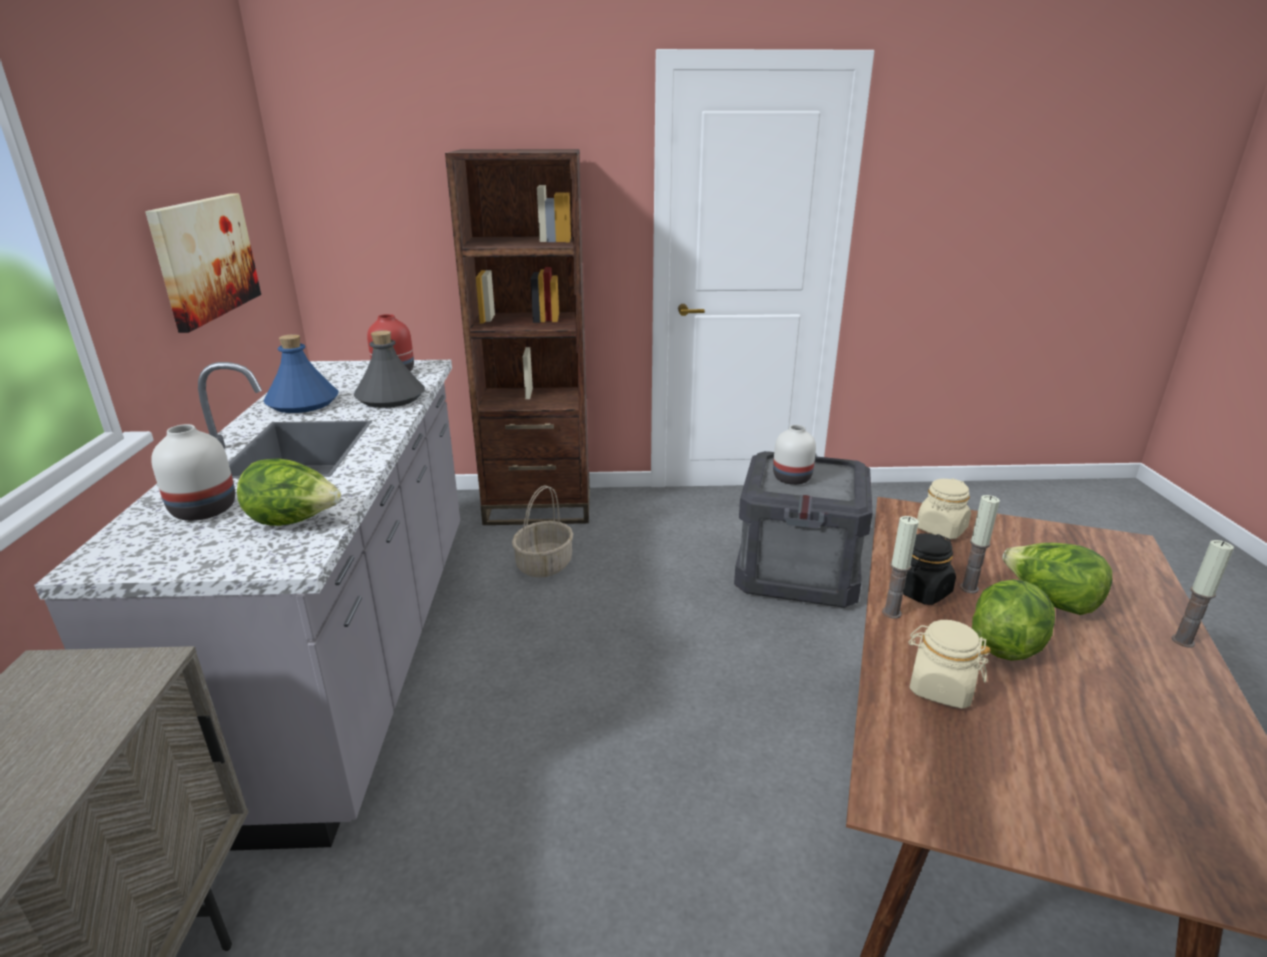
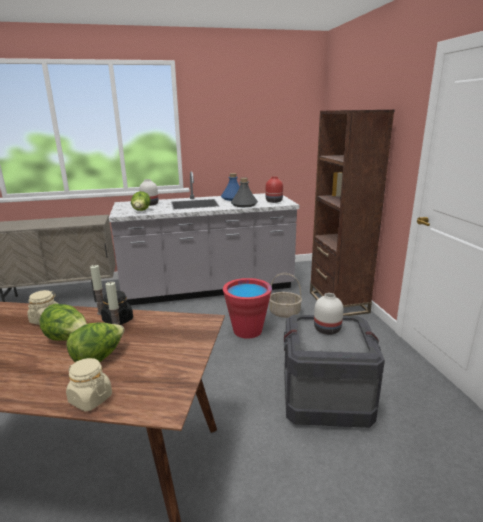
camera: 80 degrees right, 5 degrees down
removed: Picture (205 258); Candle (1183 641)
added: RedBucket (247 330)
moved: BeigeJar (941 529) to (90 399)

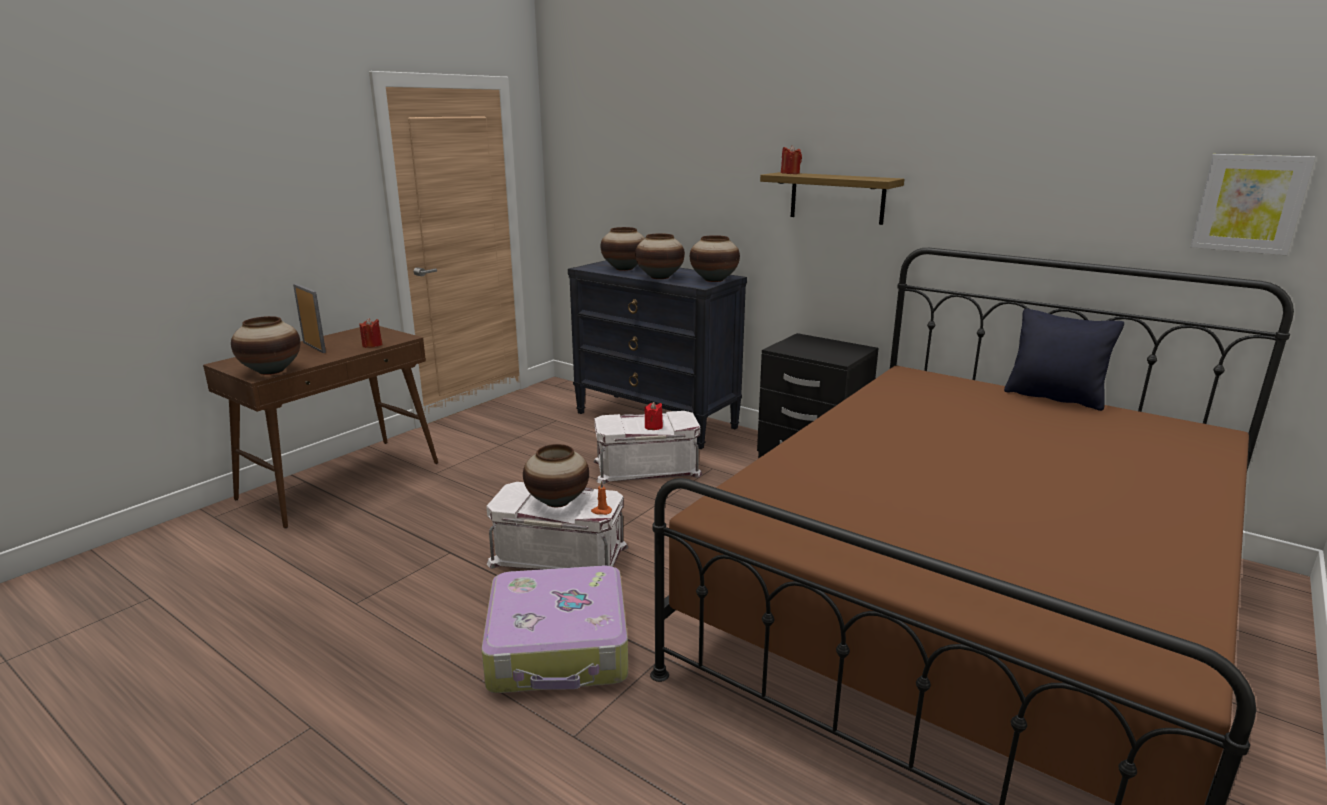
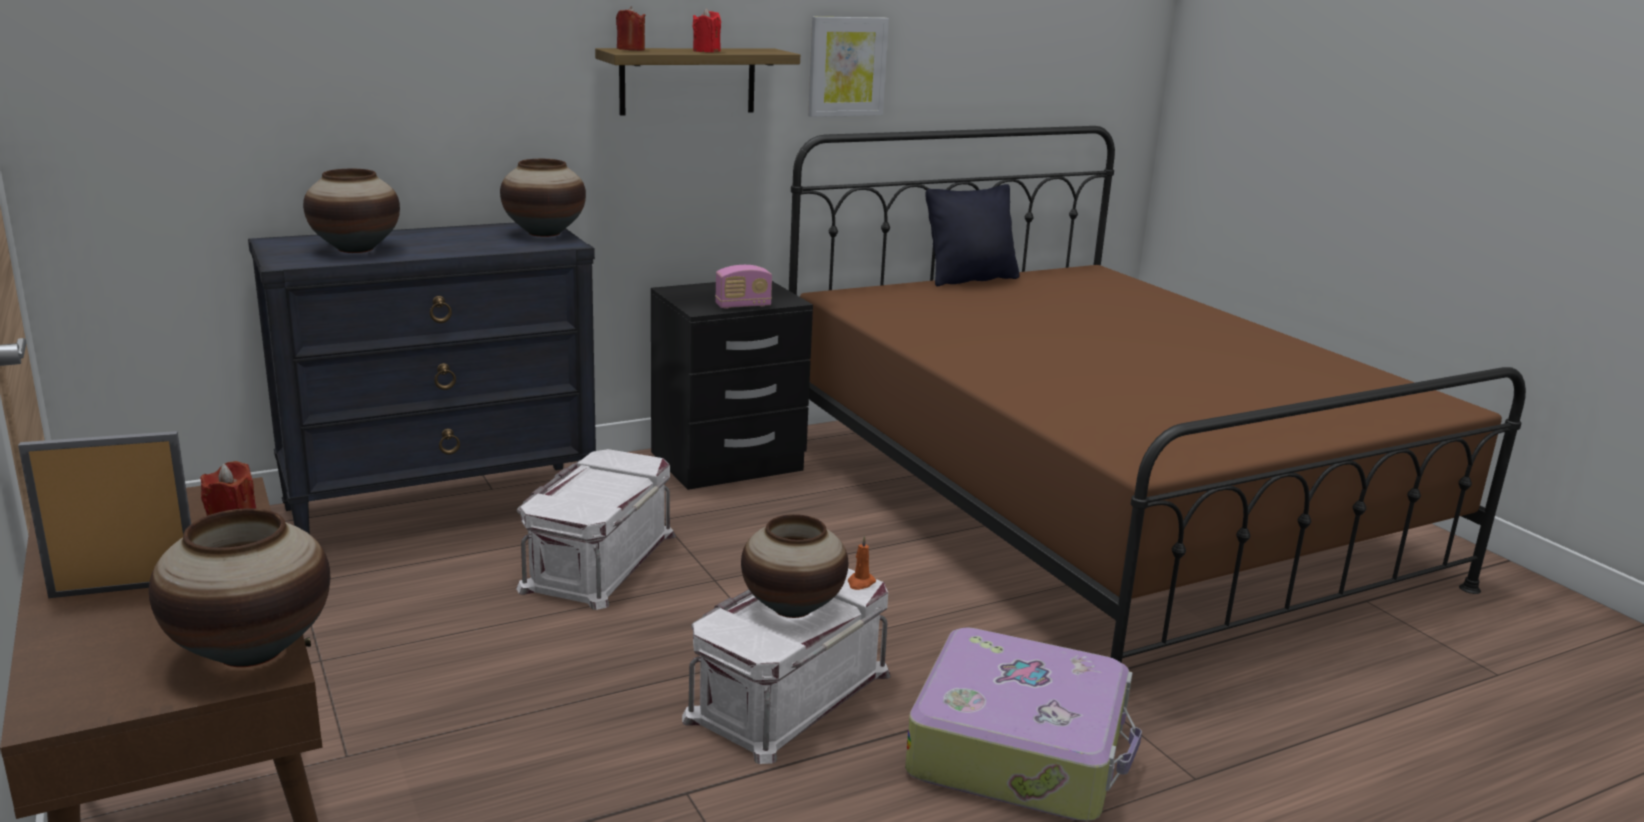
camera: 65 degrees left, 0 degrees up
removed: Vase (659 277)
added: Radio (743 306)
moved: RedCandle (653 427) to (706 51); Picture (1249 203) to (846 66)

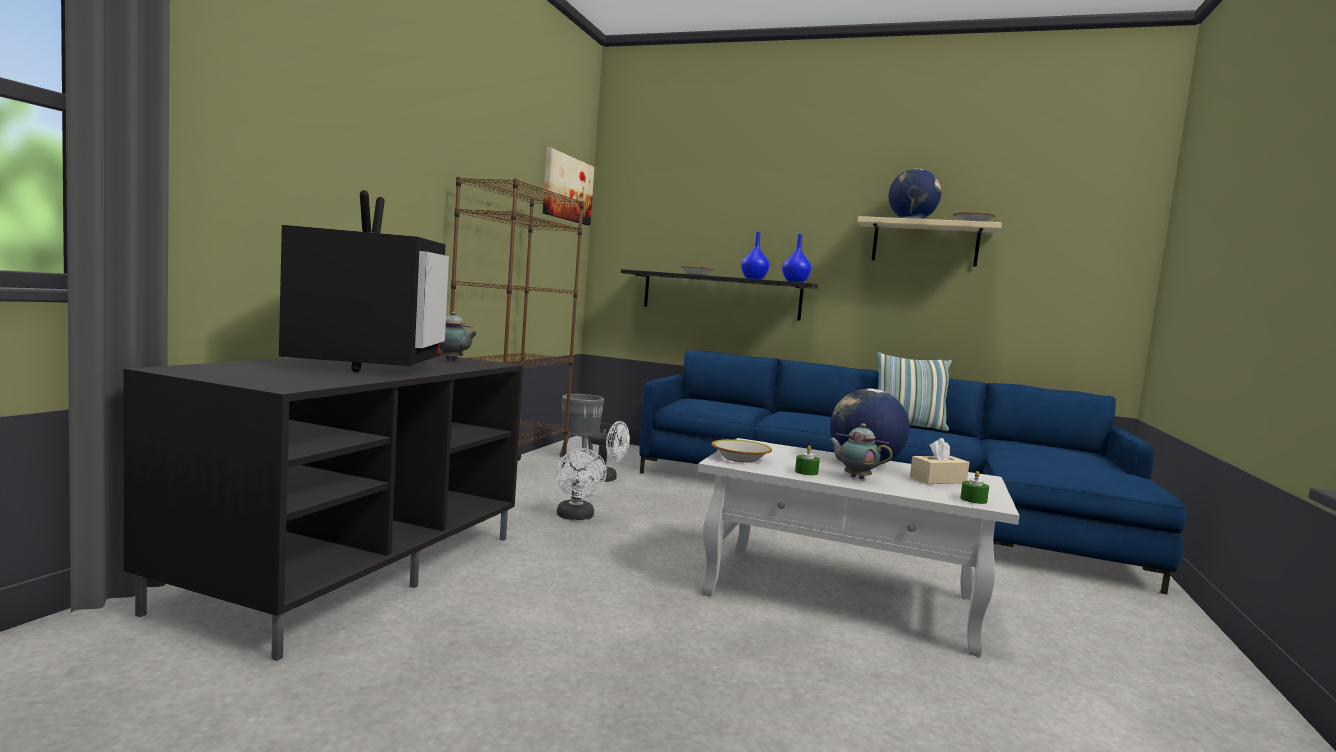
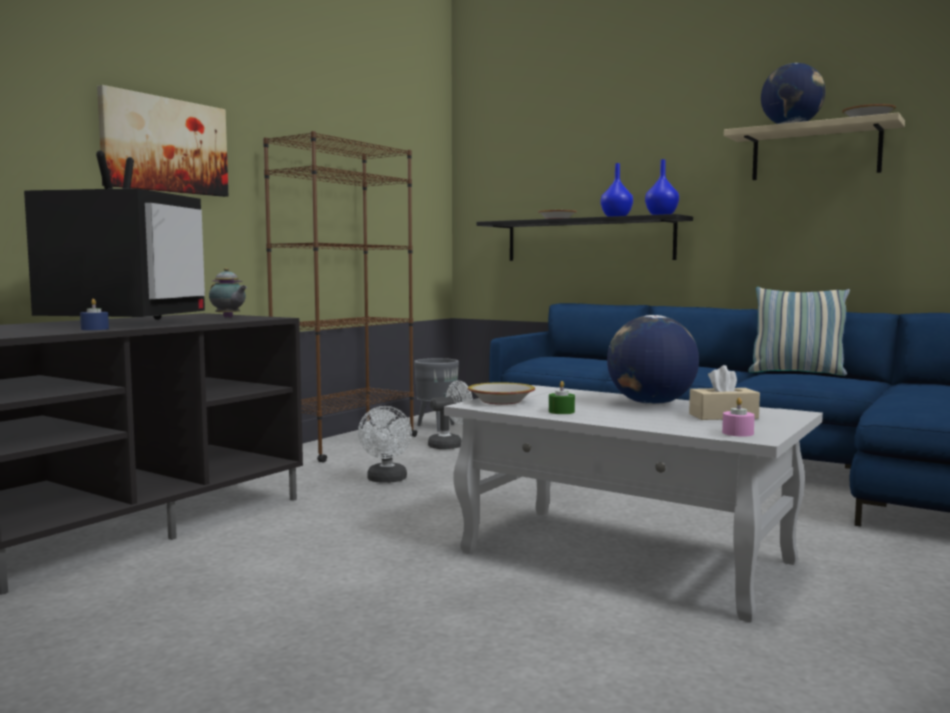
camera: 15 degrees right, 0 degrees up
removed: Teapot (855 477)
added: BlueCandle (95 329)
moved: Picture (567 188) to (165 145)
recoloured: GreenCandle (973 500) to PinkCandle (737 433)
turned: WhiteFan (606 479) = (450 445) 60 degrees counterclockwise

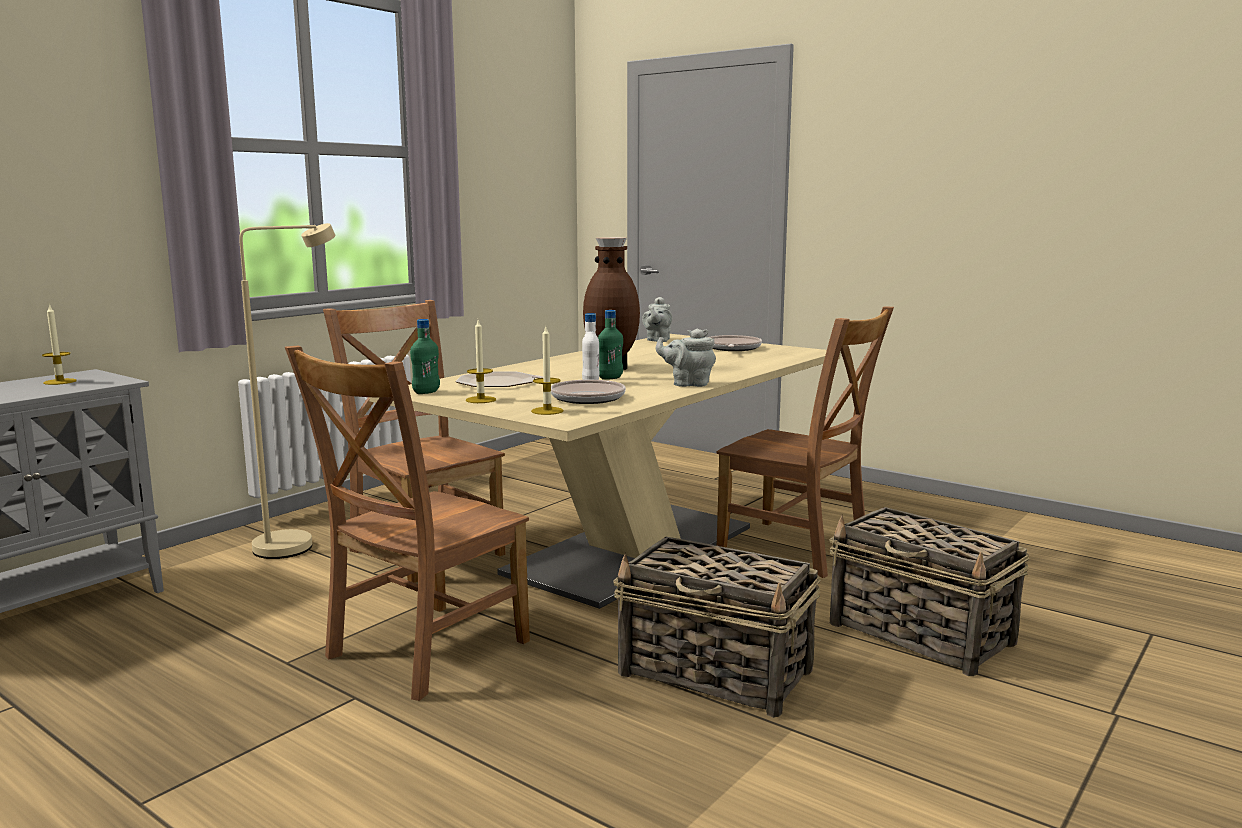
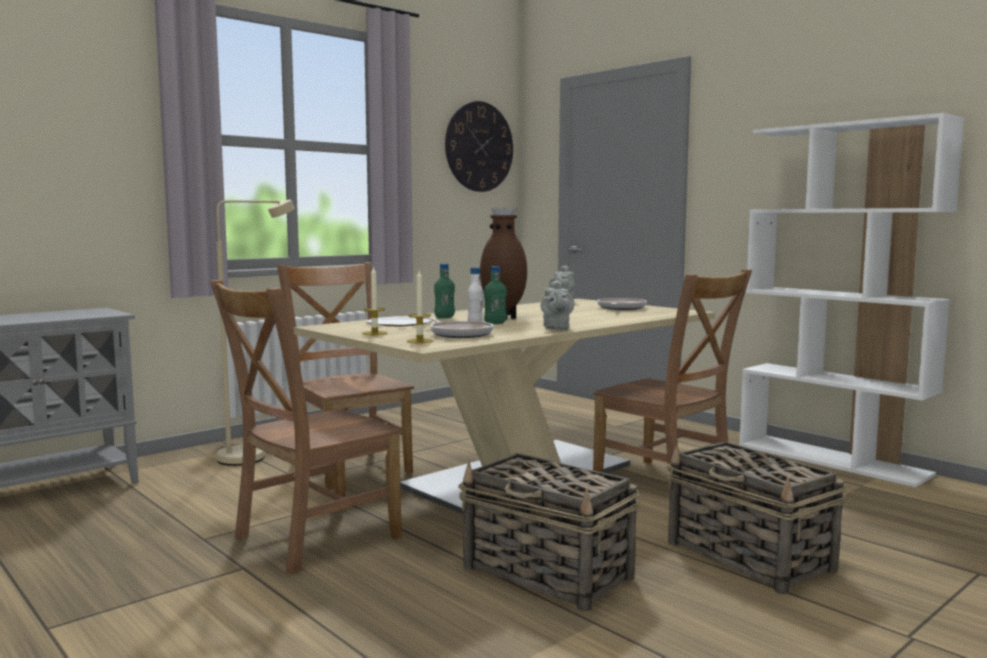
camera: 10 degrees right, 5 degrees down
removed: Candle (60 382)
added: WallClock (479 147); WhiteBookcase (833 460)
moved: GreenBottle (426 392) to (444 317)
turned: GreyTeapot (688 384) = (556 328) 105 degrees counterclockwise

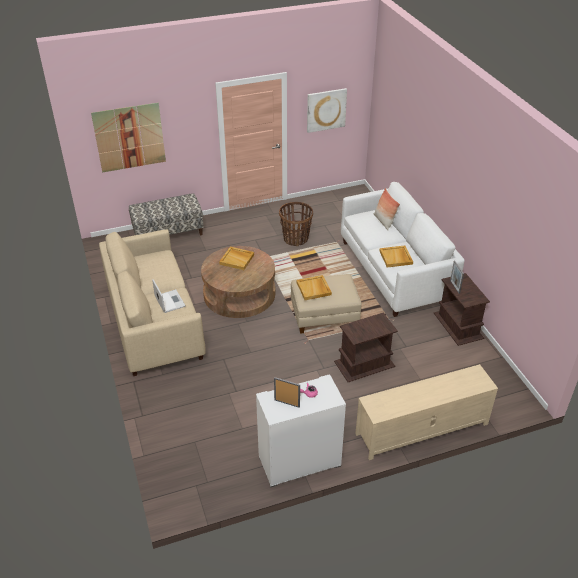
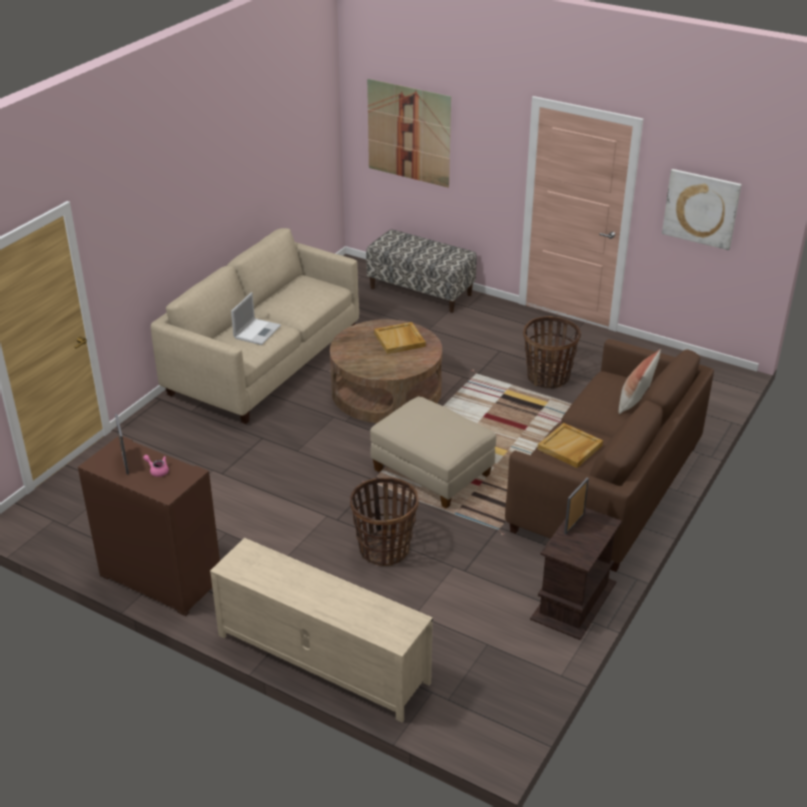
camera: 50 degrees right, 5 degrees down
removed: BeigeTray (314 289)
replaced: BrownSideTable (364 364) to Basket (384 549)
recoloured: WhiteCabinet (299 462) to BrownCabinet (159 578); WhiteSofa (395 271) to BrownSofa (607 488)

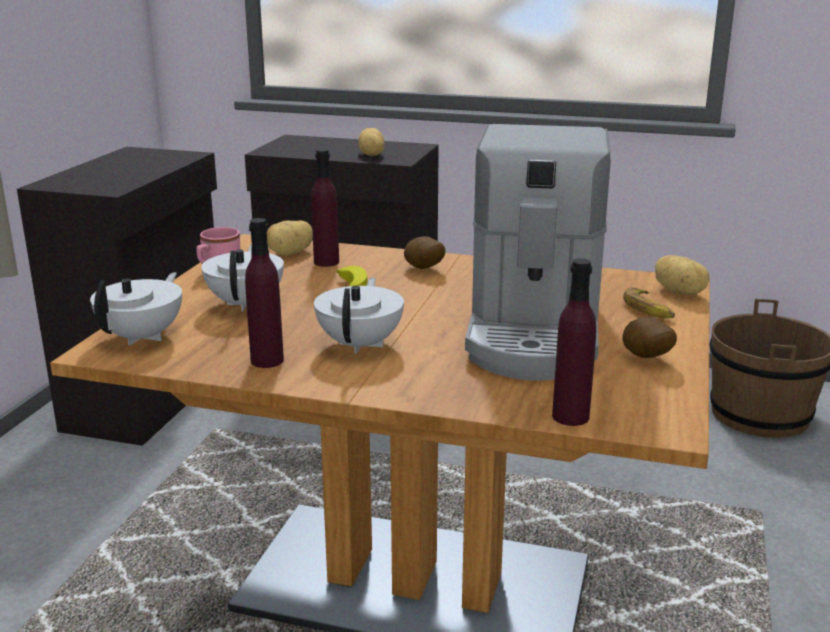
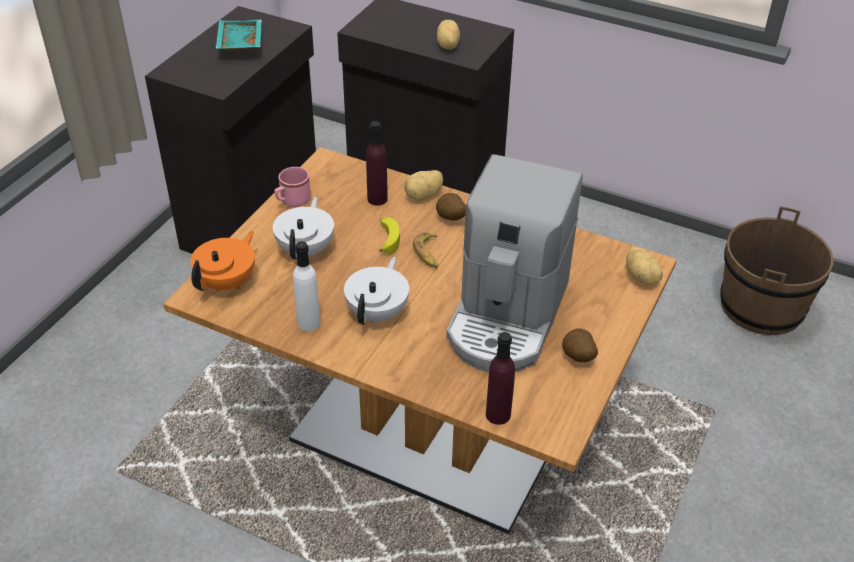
camera: 10 degrees right, 20 degrees up
added: TurquoiseTray (238 43)
moved: Potato (291 253) to (424 196); Banana (649 309) to (428 254)
recoloured: WhiteTeapot (143 336) to OrangeTeapot (227 282); PurpleBottle (267 360) to WhiteBottle (308 323)

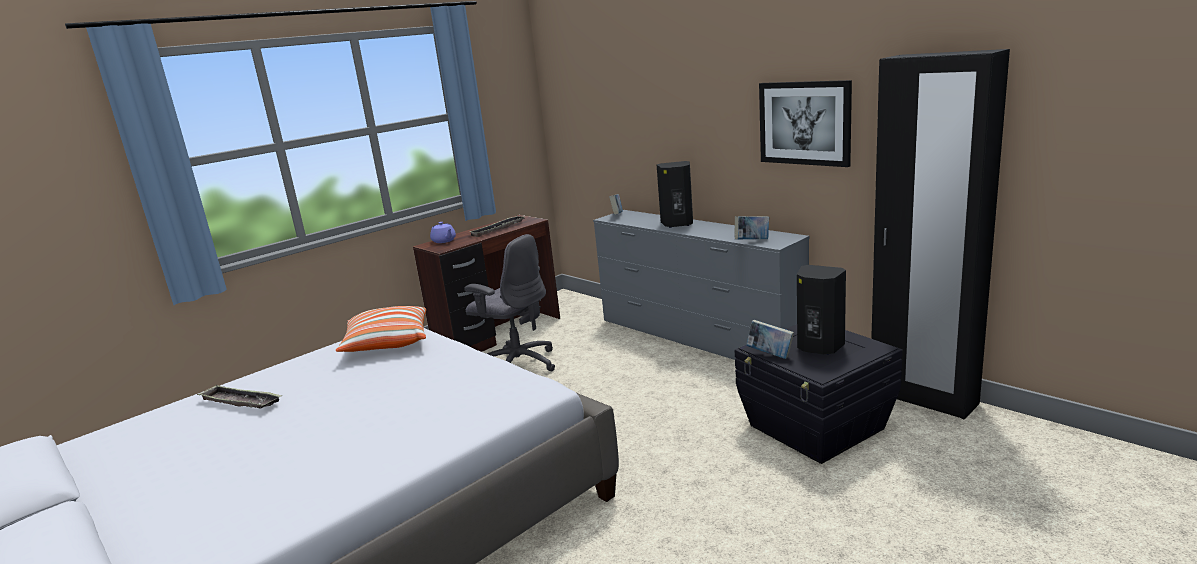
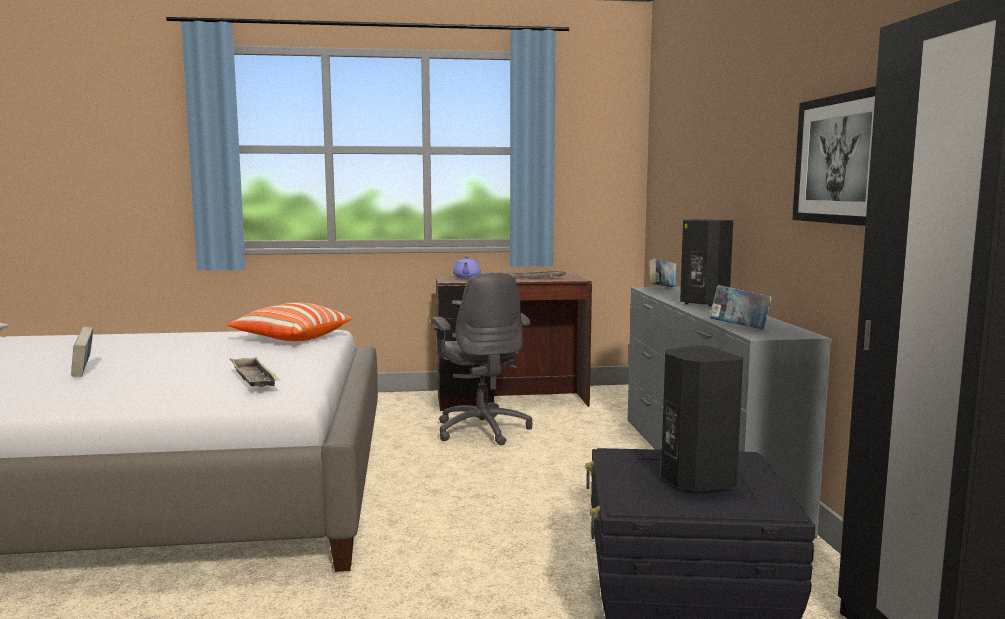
camera: 35 degrees right, 10 degrees down
moved: Tray (241 402) to (253 378); Book (770 354) to (84 372)

